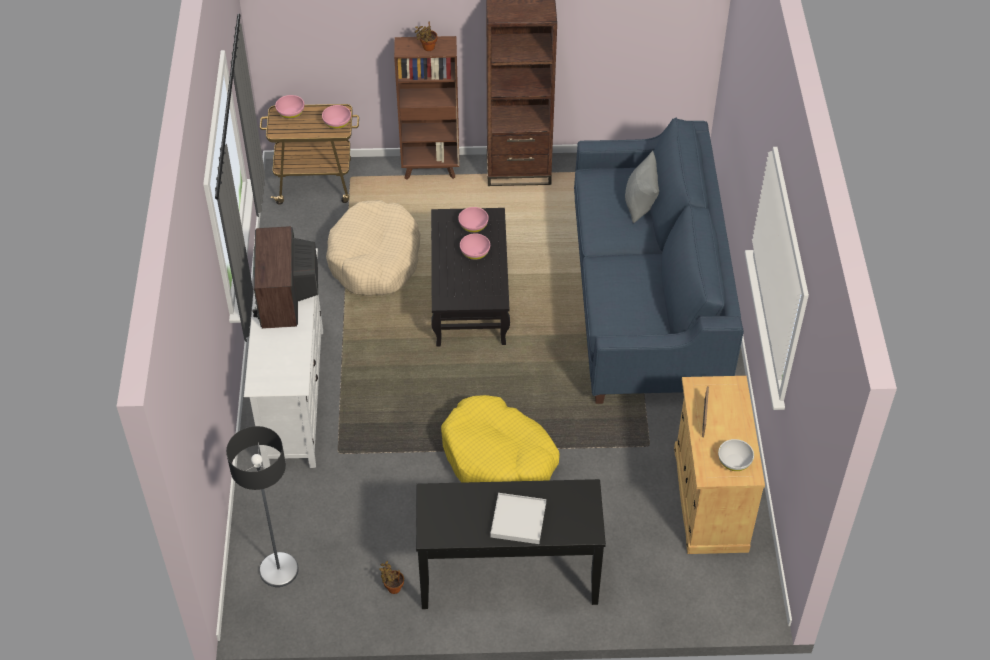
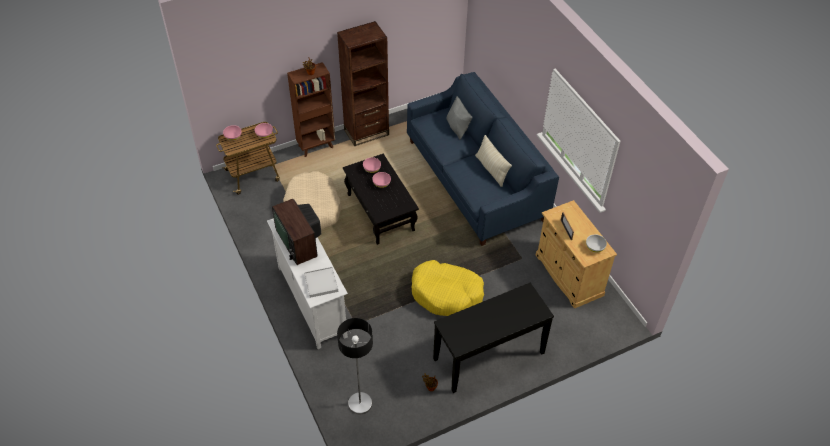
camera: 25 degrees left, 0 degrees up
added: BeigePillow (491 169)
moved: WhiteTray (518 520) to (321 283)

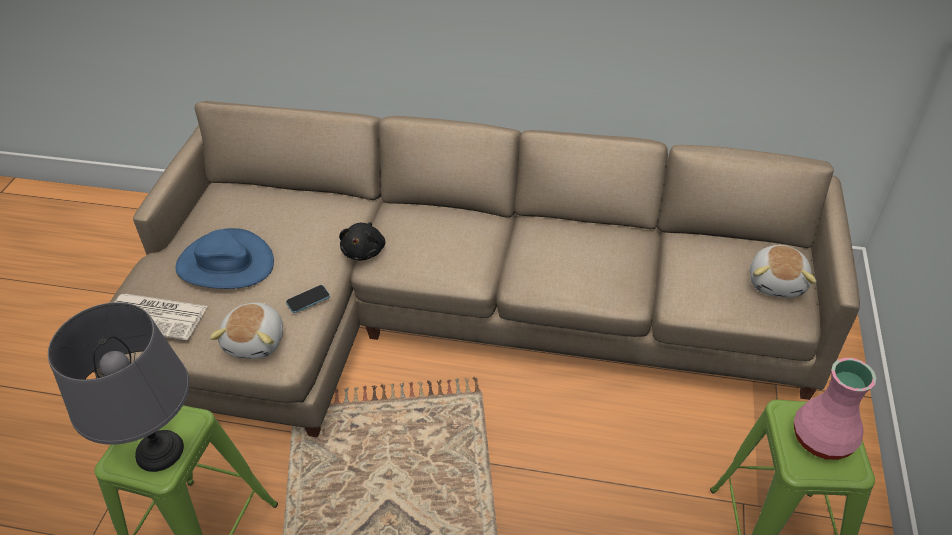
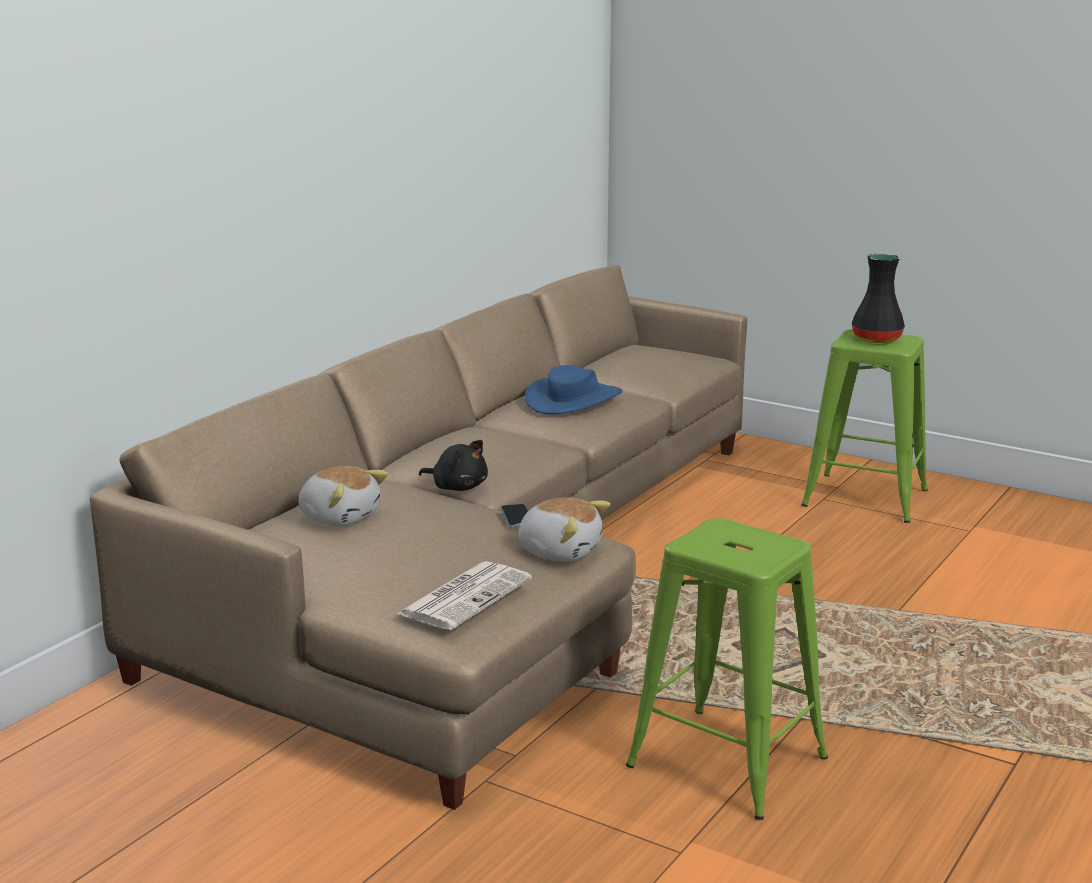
camera: 70 degrees left, 25 degrees down
removed: GreyTableLamp (159 452)
moved: BlueHat (225 264) to (574 399); PlushToy (777 282) to (340 517)
recoloured: PinkVase (824 439) to BlackVase (877 339)

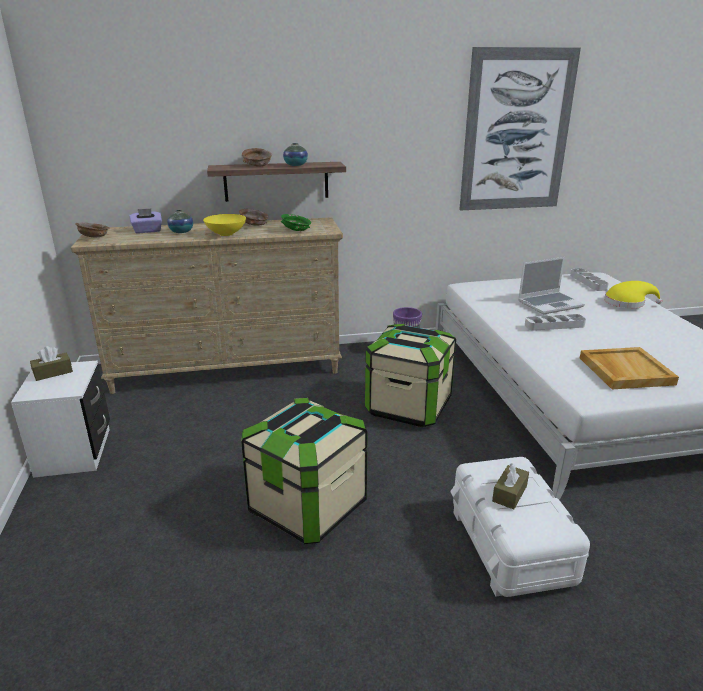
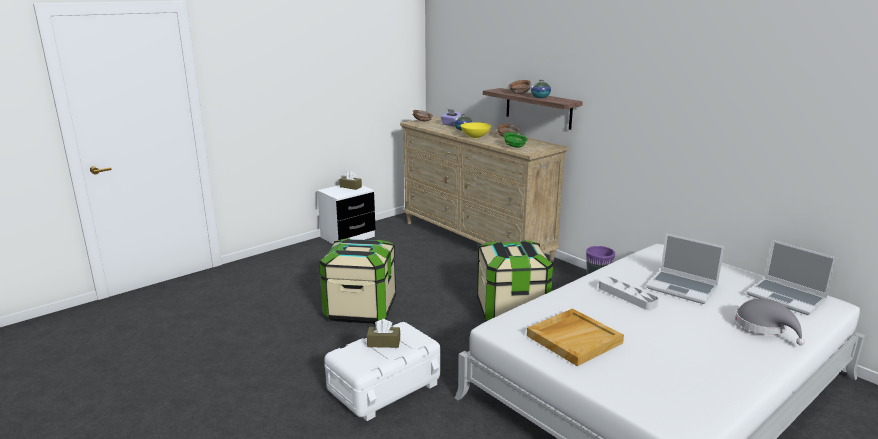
camera: 60 degrees right, 5 degrees down
removed: Picture (516 132)
replaced: GreyTray (588 282) to Laptop (787 298)
recoloured: YellowHat (627 303) to GreyHat (764 326)

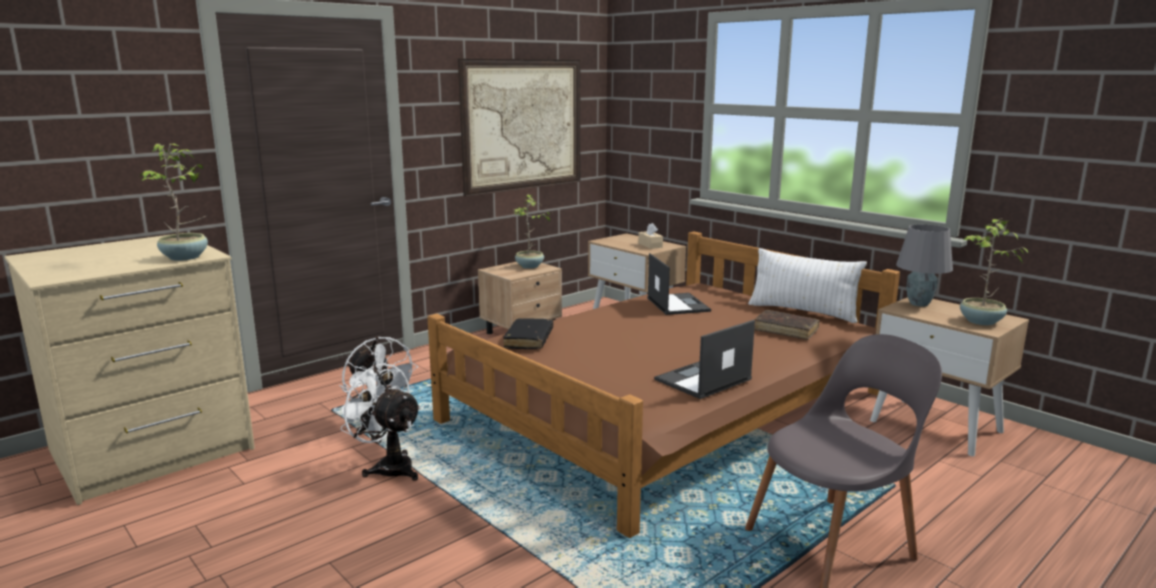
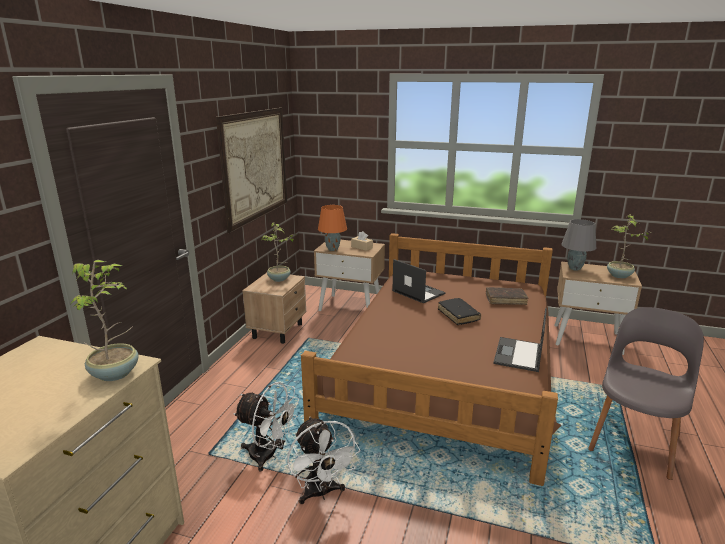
camera: 30 degrees left, 5 degrees up
removed: WhitePillow (802 312)
added: OrangeTableLamp (332 249)
moved: BlackBook (529 340) to (458 315)
turned: WhiteFan (388 467) = (321 493) 120 degrees counterclockwise

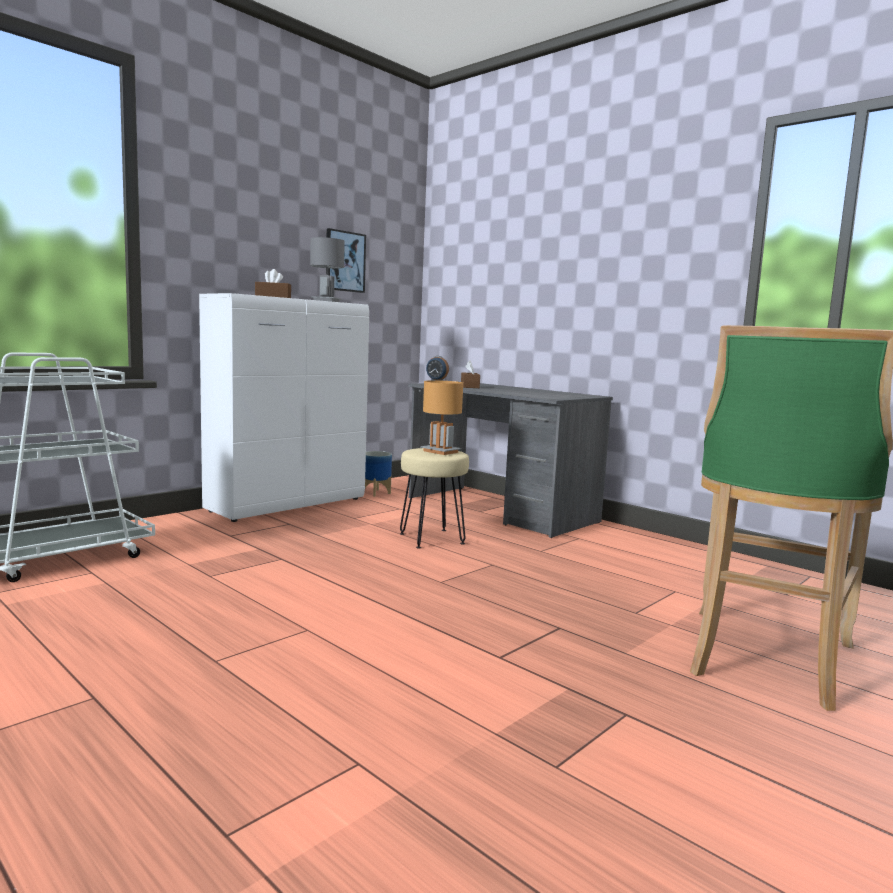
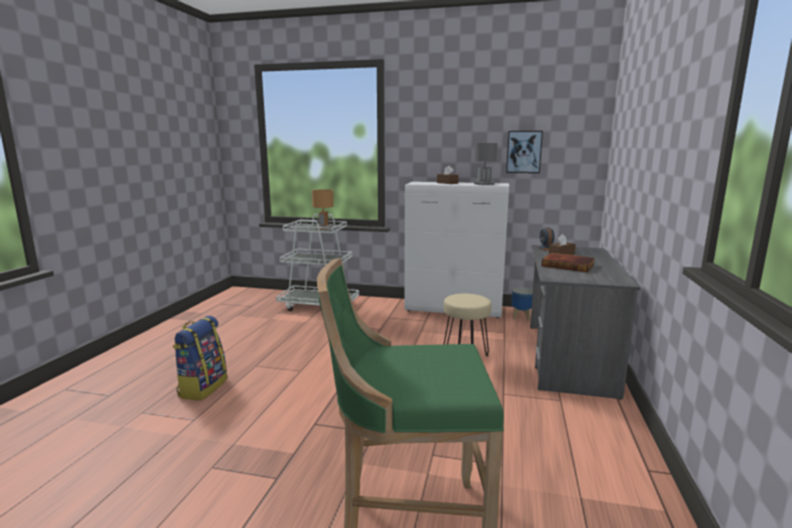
camera: 60 degrees right, 5 degrees up
added: Backpack (202 387); Book (568 265)
moved: BrownTableLamp (440 451) to (323 228)

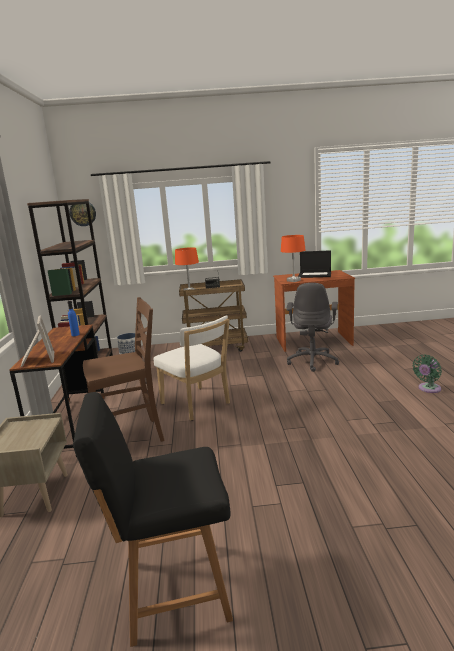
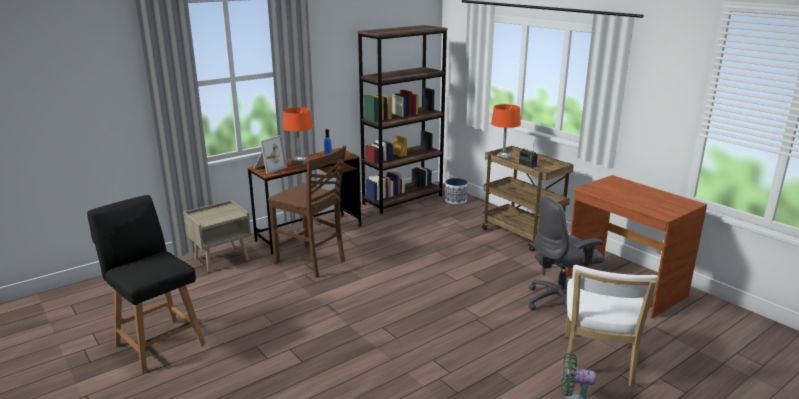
camera: 55 degrees right, 5 degrees up
removed: WallClock (83 213); Laptop (315 275)
moved: WhiteChair (197 405) to (597 363); OrangeTableLamp (293 280) to (300 162)

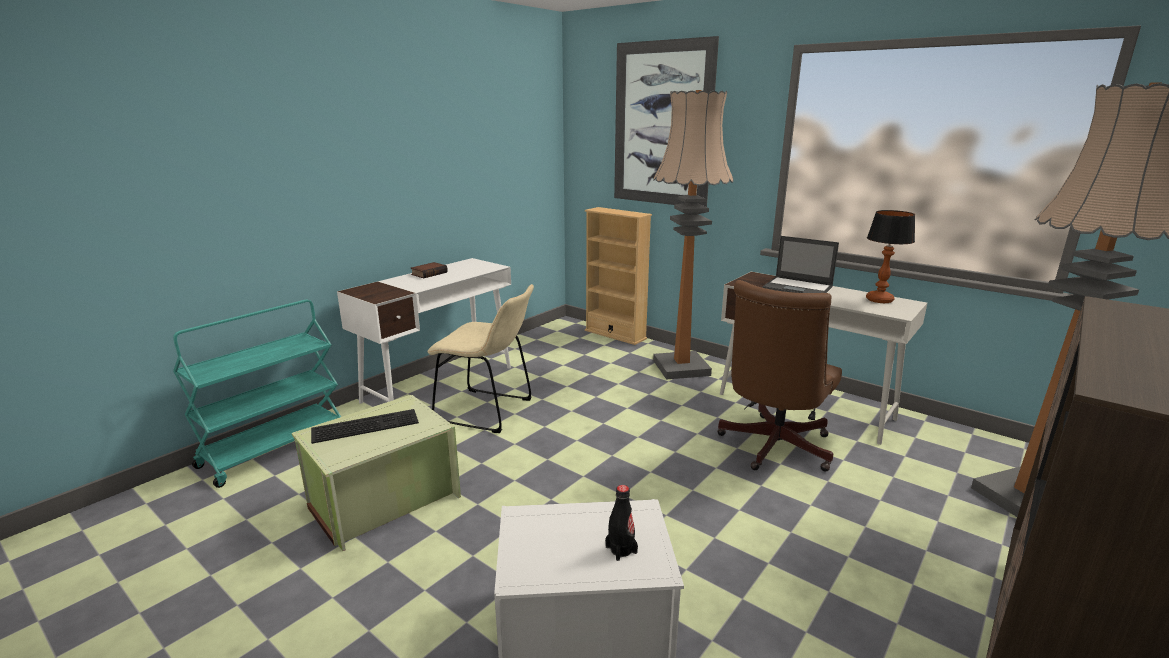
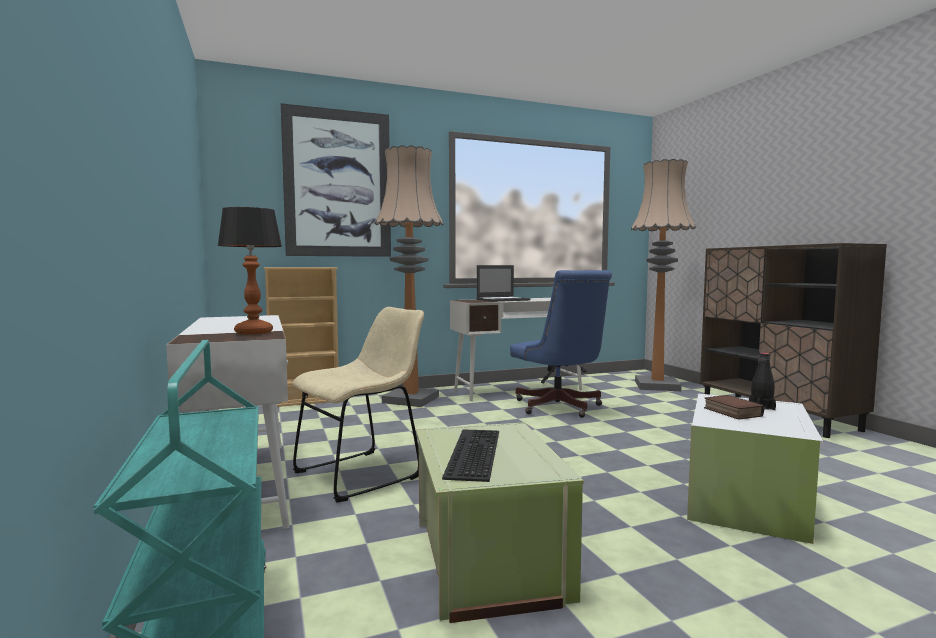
camera: 60 degrees left, 15 degrees down
moved: Book (429 273) to (730 412); TableLamp (879 300) to (253 332)
recoloured: BrownOfficeChair (772 448) to BlueOfficeChair (560 408)

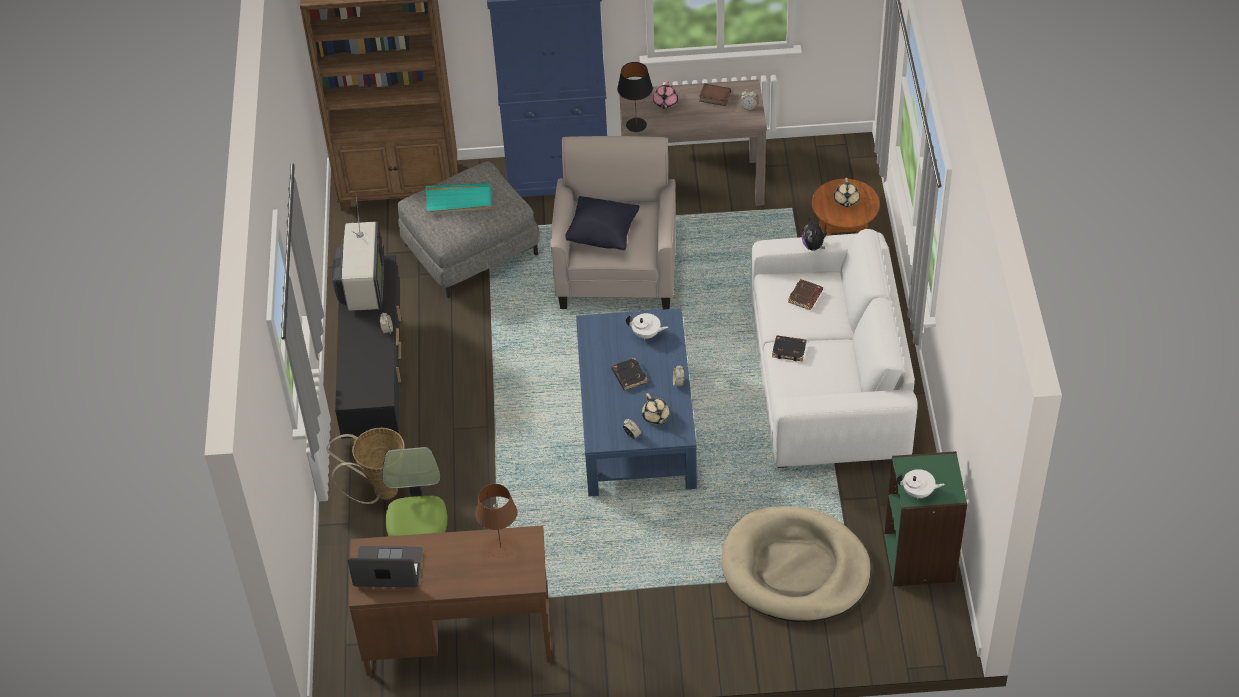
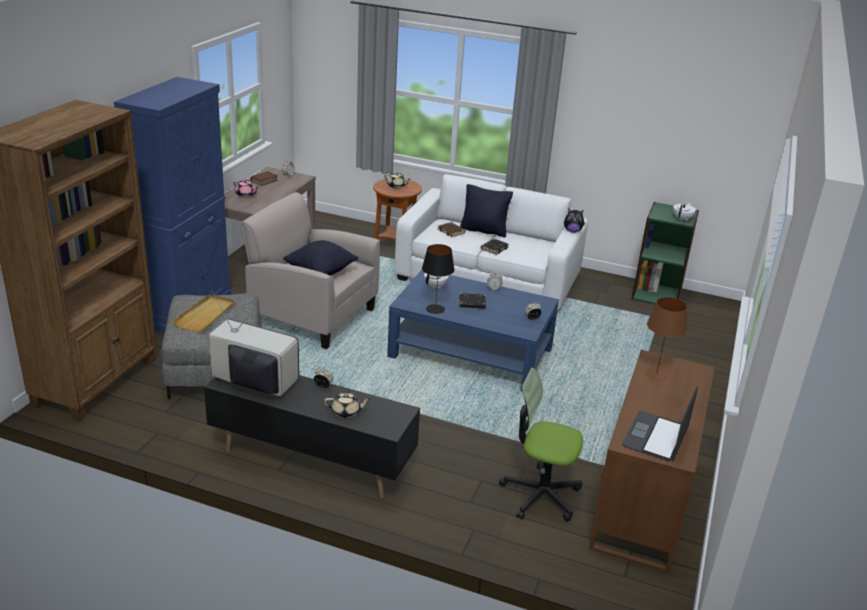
camera: 70 degrees left, 20 degrees down
removed: Basket (380 492); BeigeDogBed (795 569)
added: BlackPillow (484 231)
moved: BlackTableLamp (636 125) to (435 309); BeigeTeapot (656 417) to (346 412); PlushToy (813 246) to (572 231)
recoloured: TurquoiseTray (459 200) to BeigeTray (206 315)

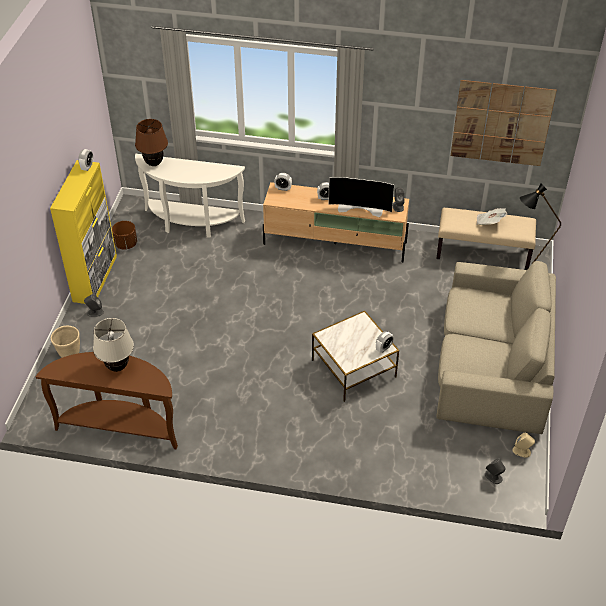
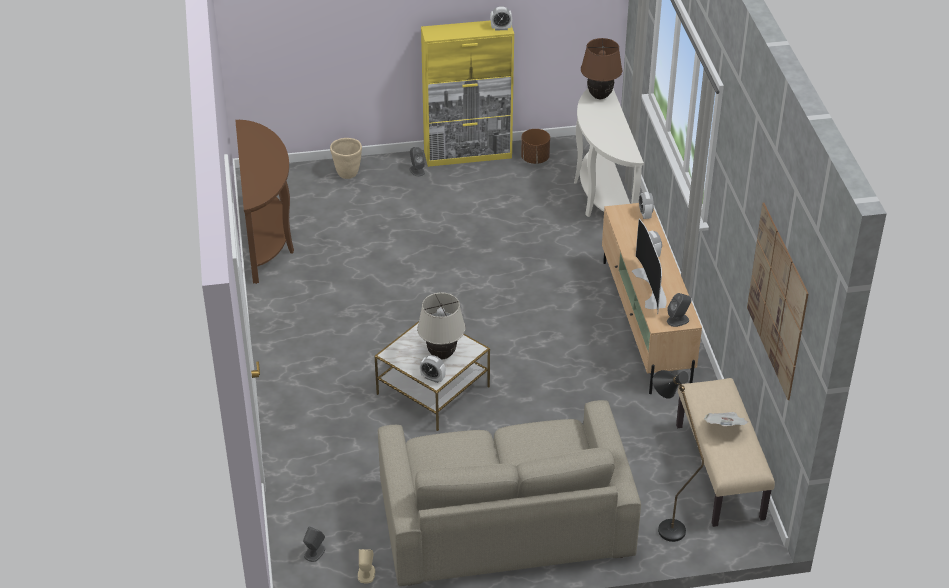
camera: 70 degrees right, 5 degrees down
moved: BeigeTableLamp (117 367) to (442 355)

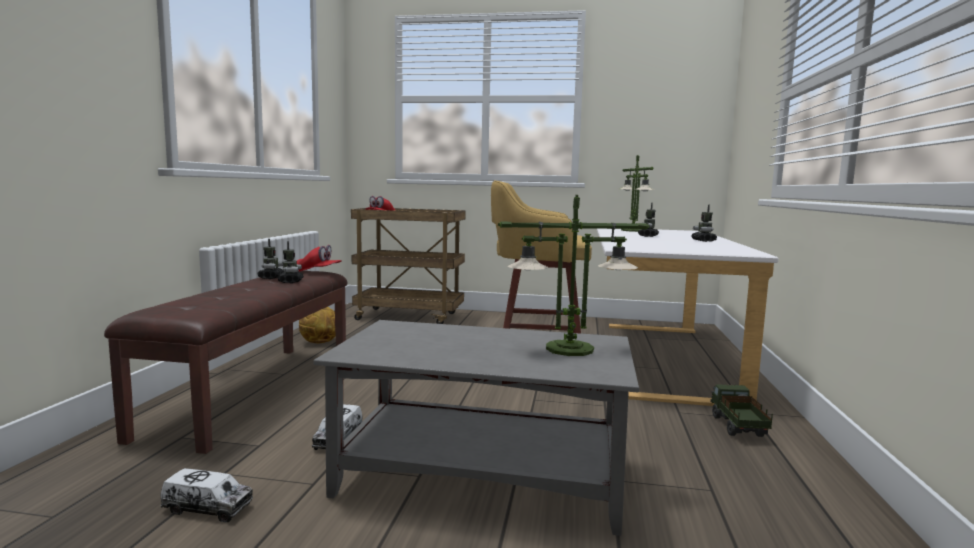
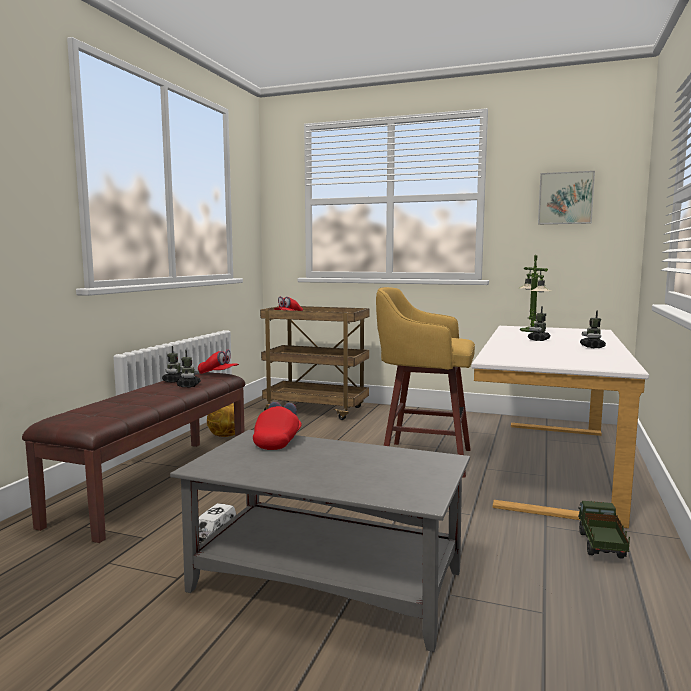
camera: 10 degrees right, 0 degrees up
removed: ToyTruck (208 508); TableLamp (568 349)
added: RedCap (278 441); Picture (565 198)

